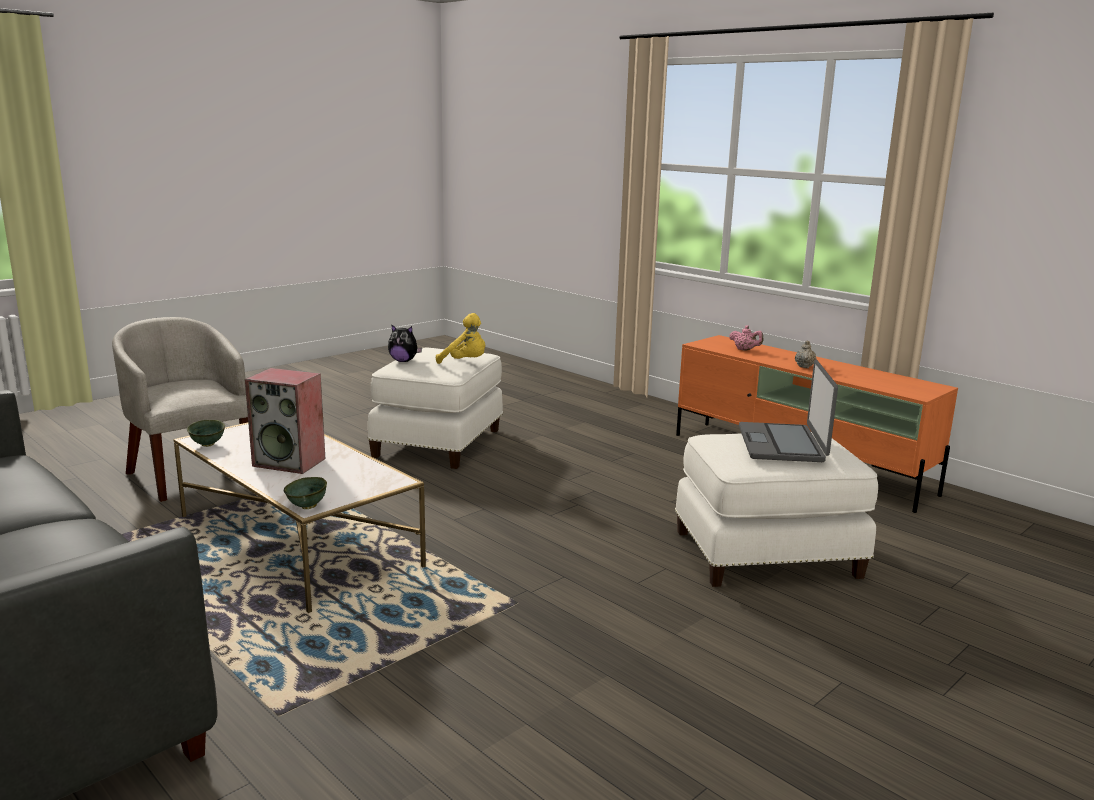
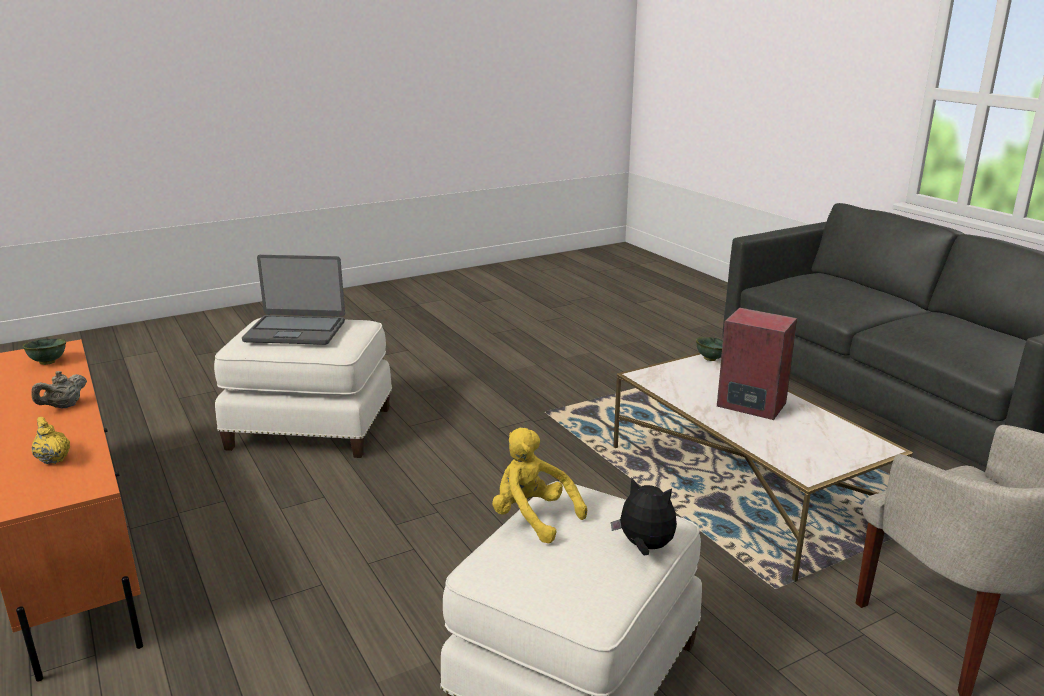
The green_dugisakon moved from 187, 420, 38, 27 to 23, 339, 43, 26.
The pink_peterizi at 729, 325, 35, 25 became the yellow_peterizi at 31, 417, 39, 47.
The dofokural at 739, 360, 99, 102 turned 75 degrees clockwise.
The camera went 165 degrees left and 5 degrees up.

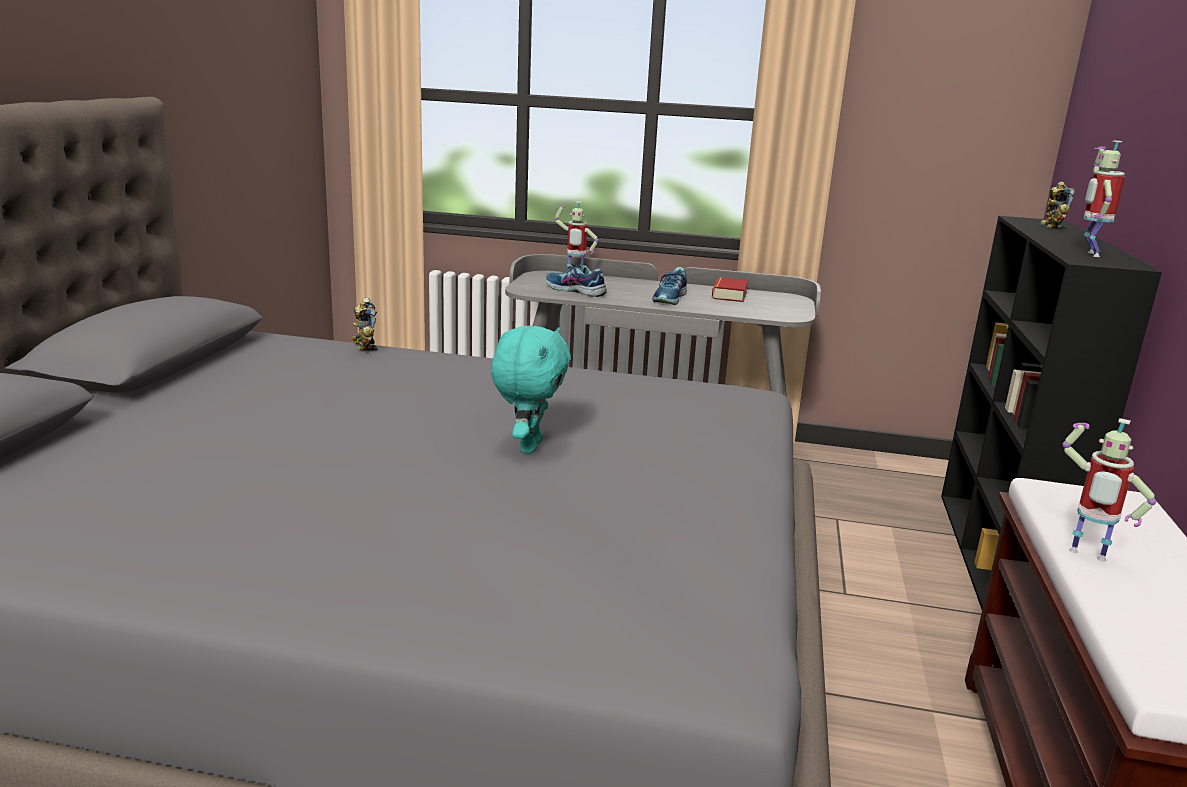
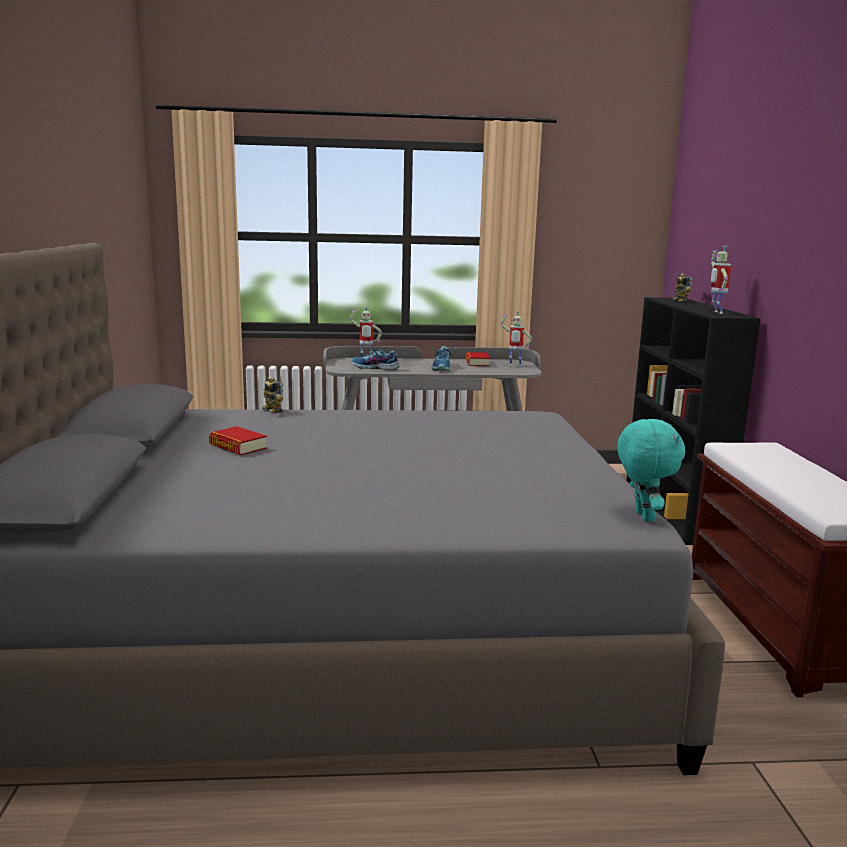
The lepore at 209, 426, 58, 29 appeared.
The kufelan moved from 1062, 418, 94, 144 to 500, 311, 32, 56.
The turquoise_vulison moved from 491, 326, 80, 128 to 617, 419, 68, 103.
The camera went 15 degrees left and 5 degrees down.

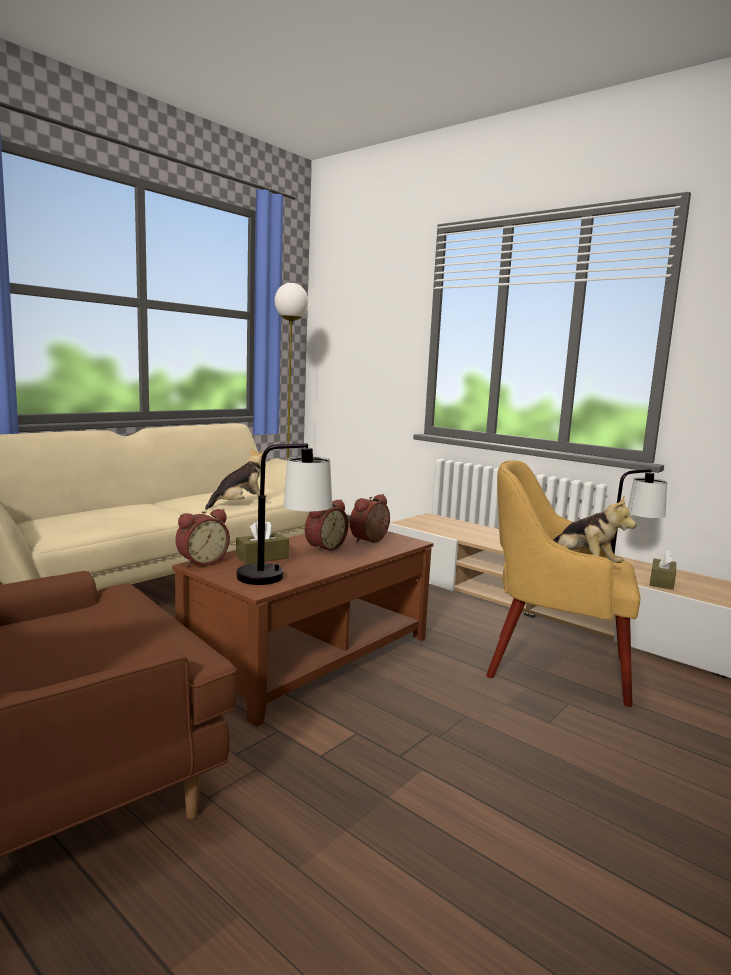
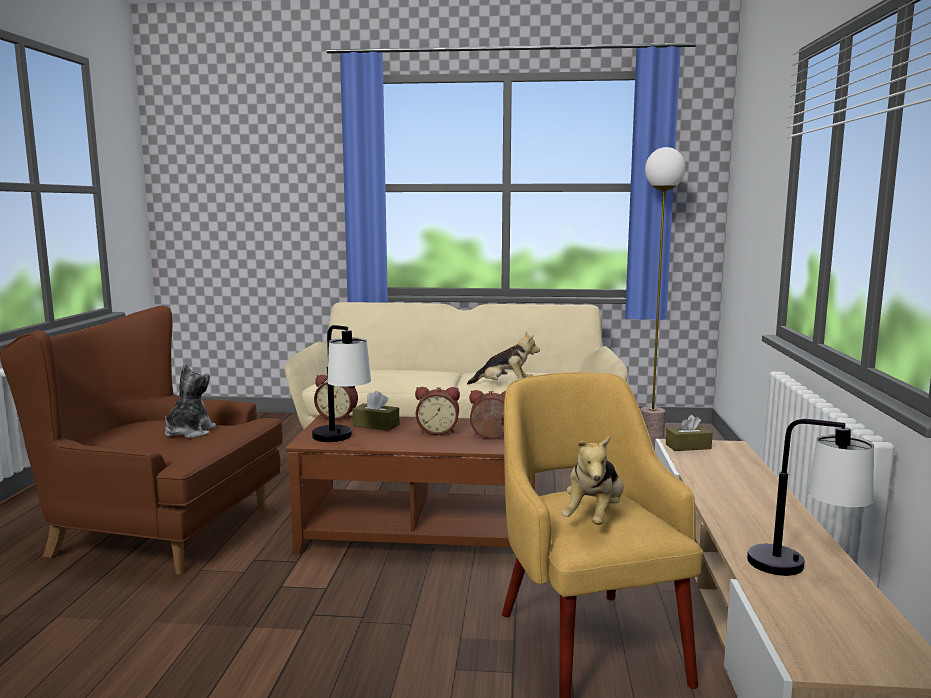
The vulison at 165, 364, 51, 74 appeared.
The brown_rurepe moved from 650, 549, 26, 41 to 666, 415, 47, 36.
The camera went 55 degrees right and 0 degrees up.

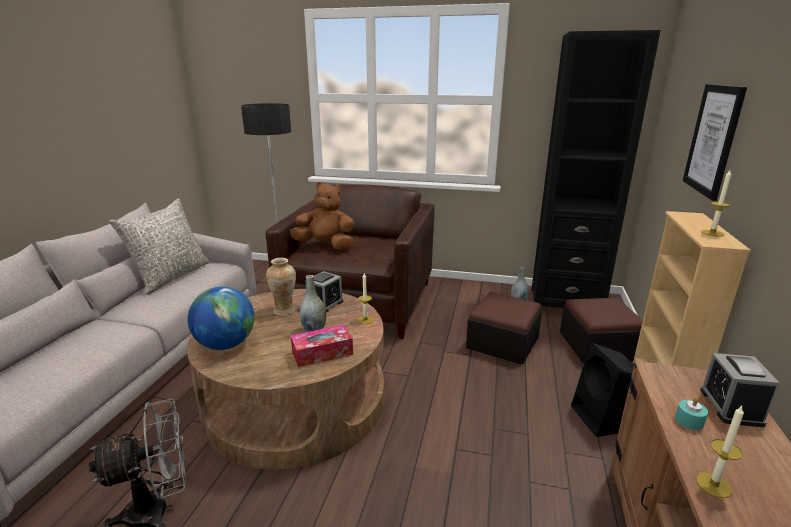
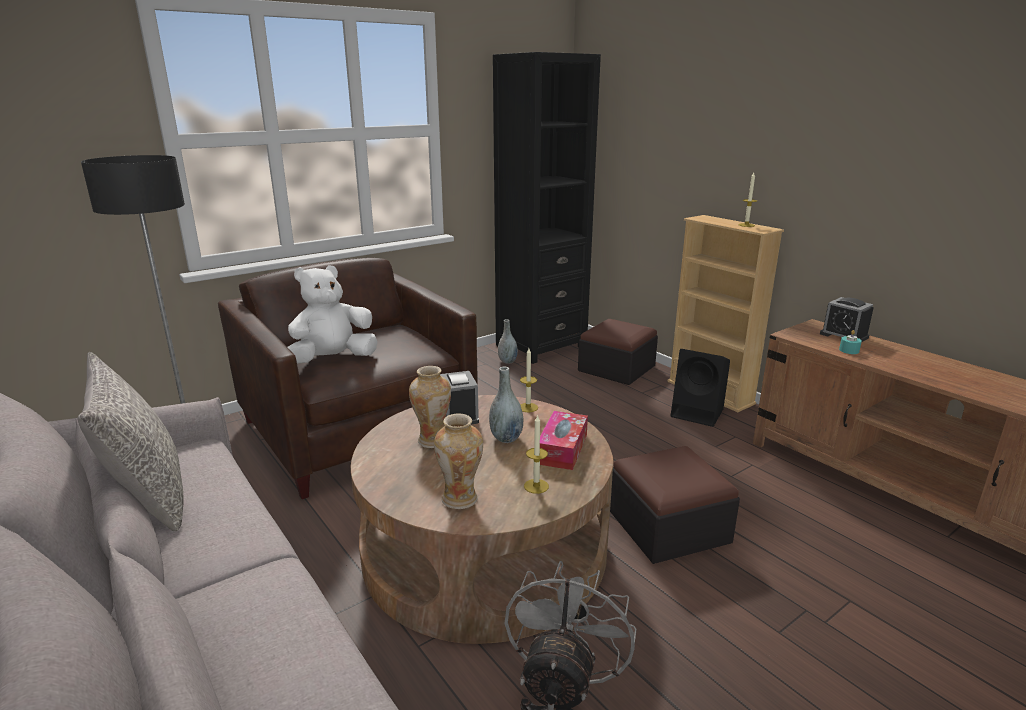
The brown_vulison at 290, 182, 65, 68 became the white_vulison at 288, 265, 90, 99.
The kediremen at 188, 286, 66, 64 was replaced by the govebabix at 434, 413, 49, 96.
The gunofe moved from 696, 406, 48, 92 to 524, 414, 25, 80.
The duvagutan moved from 466, 292, 76, 73 to 610, 446, 130, 118.
The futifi at 683, 84, 64, 117 disappeared.
The camera went 50 degrees left and 0 degrees up.

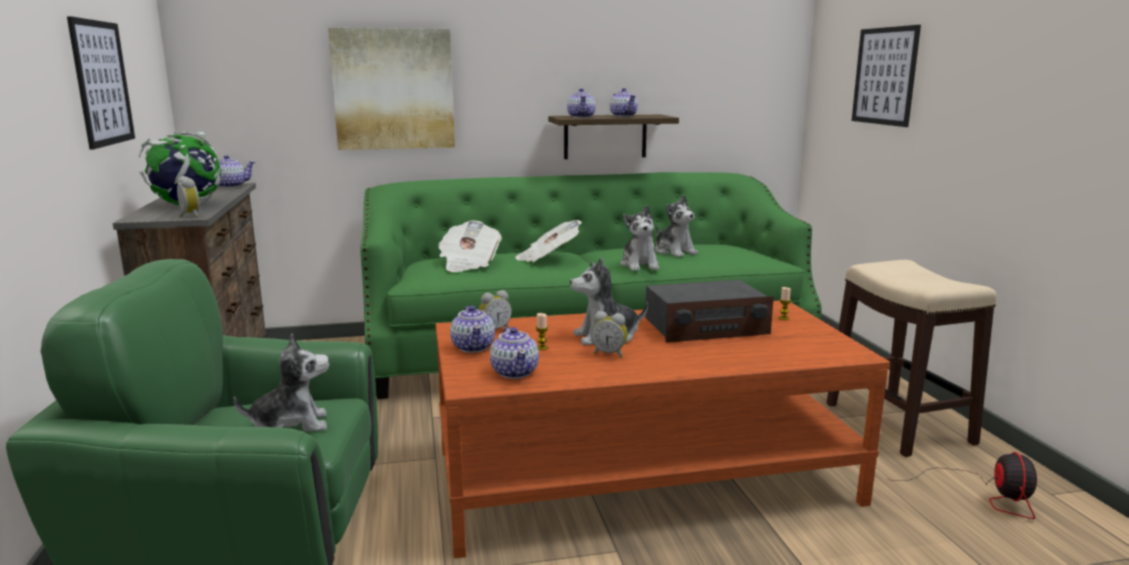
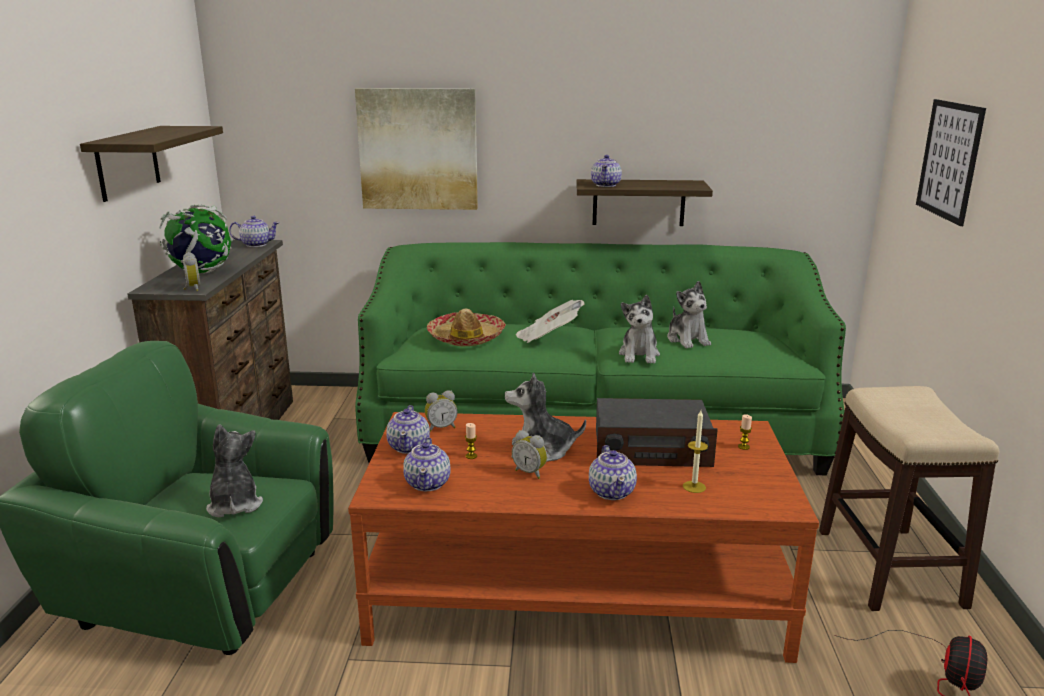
The futifi at 67, 16, 68, 134 was replaced by the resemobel at 80, 126, 143, 76.
The vulison at 233, 333, 96, 99 turned 105 degrees counterclockwise.
The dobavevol at 438, 221, 64, 51 was replaced by the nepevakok at 427, 309, 79, 37.
The peterizi moved from 610, 88, 28, 29 to 589, 445, 48, 55.
The gunofe at 683, 410, 25, 83 appeared.
The camera went 15 degrees right and 5 degrees up.

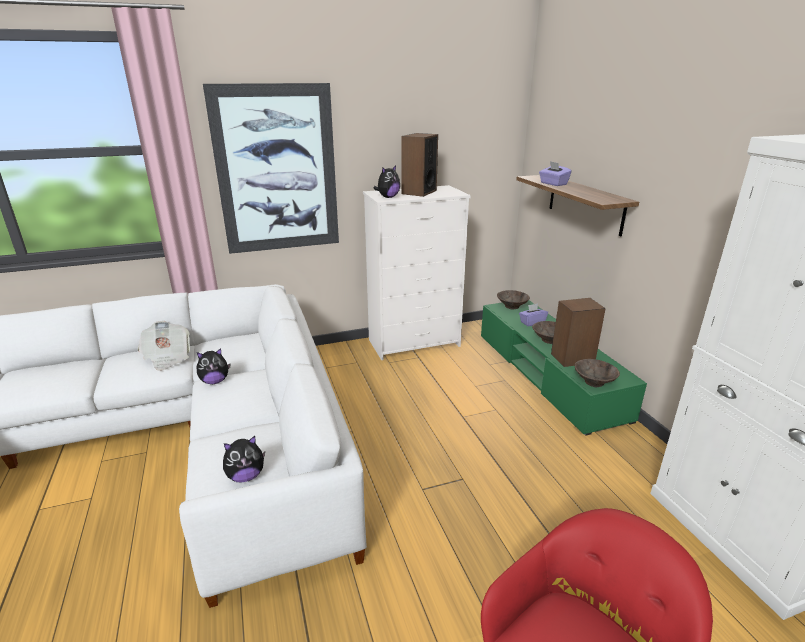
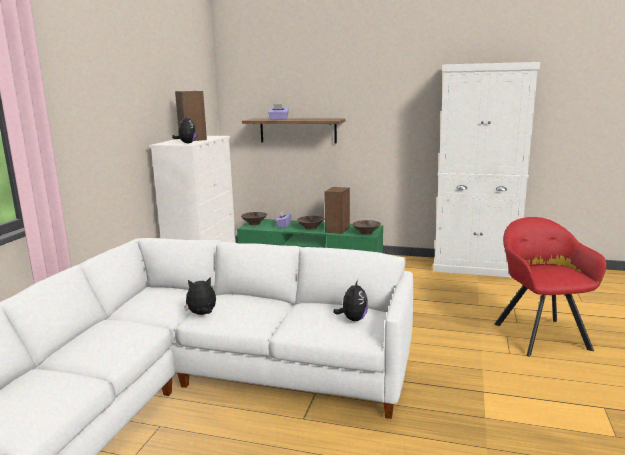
The vulison at 197, 348, 33, 36 turned 120 degrees counterclockwise.
The dobavevol at 137, 321, 53, 50 disappeared.
The futifi at 203, 83, 136, 171 disappeared.
The camera went 55 degrees left and 10 degrees down.

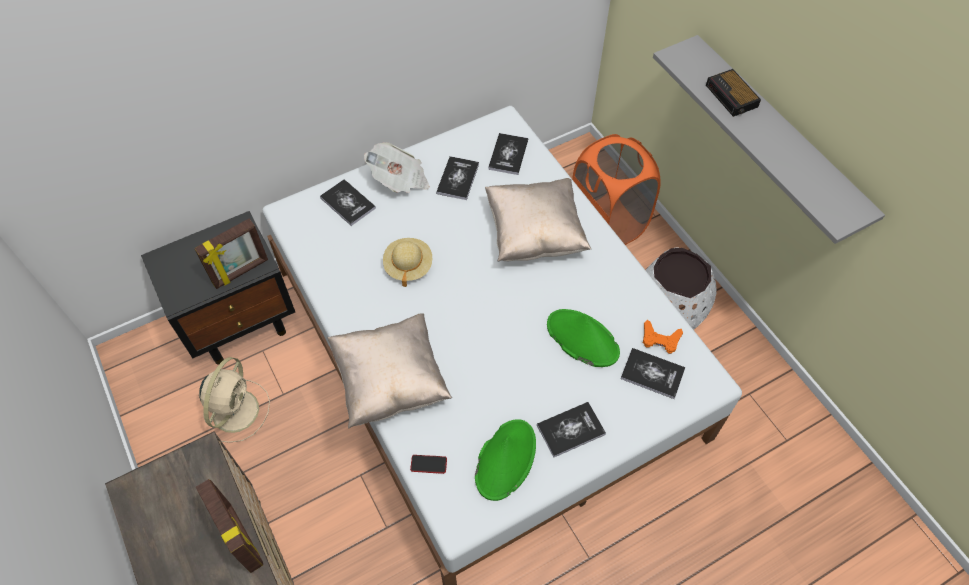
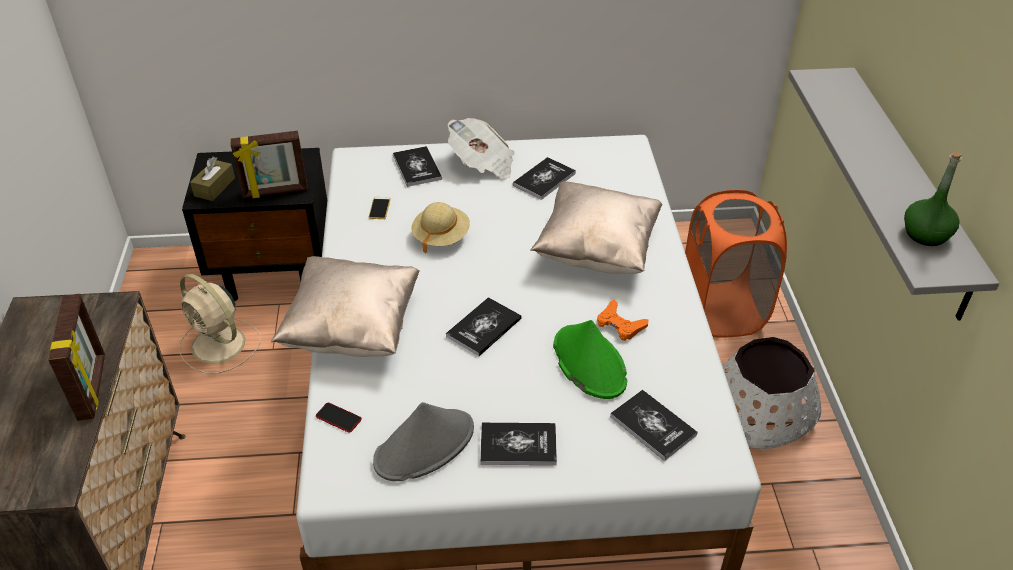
The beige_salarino at 199, 357, 71, 86 turned 90 degrees clockwise.
The brown_rurepe at 190, 157, 45, 44 appeared.
The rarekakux at 369, 197, 22, 22 appeared.
The green_nepevakok at 475, 419, 61, 82 became the grey_nepevakok at 373, 402, 101, 79.
The lepore moved from 488, 133, 40, 42 to 446, 297, 76, 59.
The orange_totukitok moved from 643, 320, 40, 34 to 597, 300, 52, 41.
The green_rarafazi at 904, 152, 58, 94 appeared.
The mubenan at 706, 69, 55, 48 disappeared.
The camera went 25 degrees right and 15 degrees down.

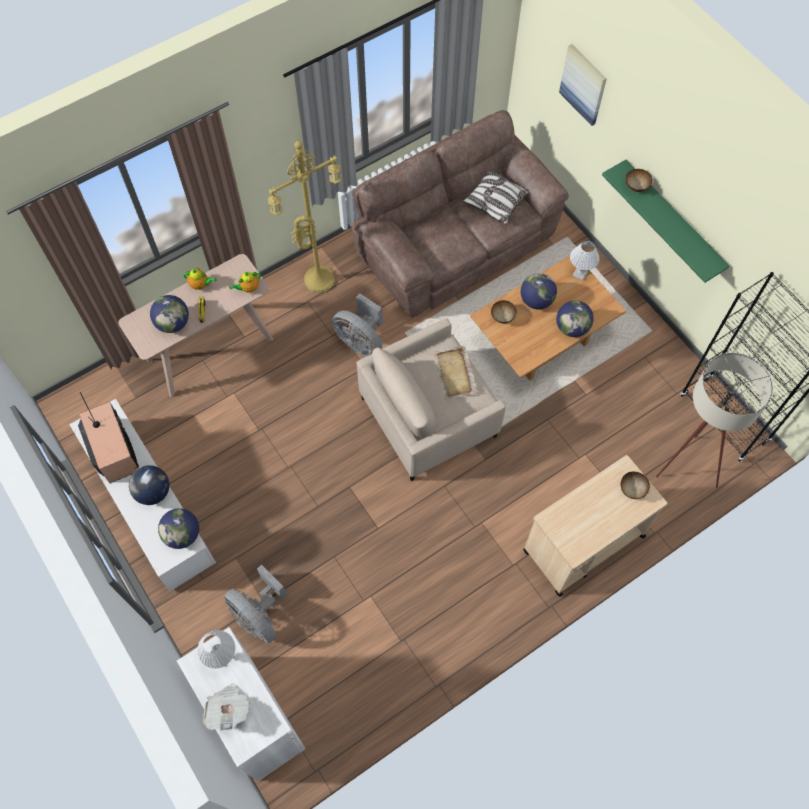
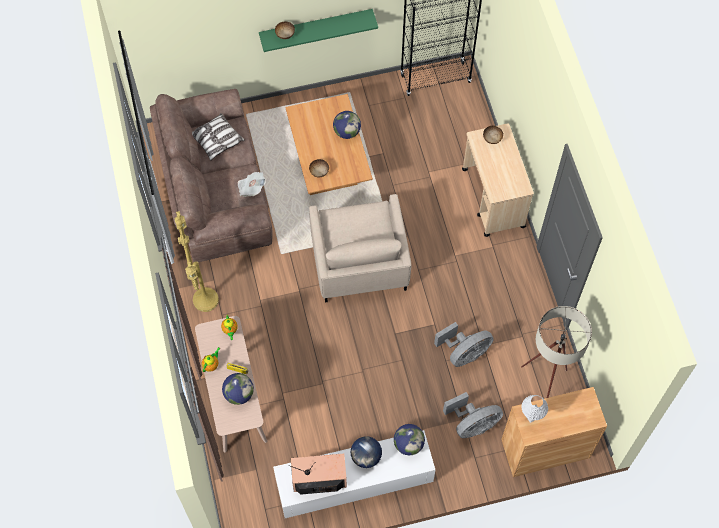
The dobavevol moved from 203, 684, 47, 49 to 238, 172, 28, 25.
The grey_salarino moved from 332, 293, 51, 64 to 434, 322, 60, 45.
The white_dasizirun at 177, 627, 128, 155 became the brown_dasizirun at 501, 387, 106, 90.
The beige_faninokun moved from 656, 353, 118, 135 to 521, 306, 71, 92.
The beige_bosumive at 432, 346, 46, 54 disappeared.
The kediremen at 521, 273, 36, 37 disappeared.
The futifi at 559, 44, 48, 82 disappeared.
The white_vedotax at 570, 241, 29, 39 disappeared.
The camera went 70 degrees left and 0 degrees up.

